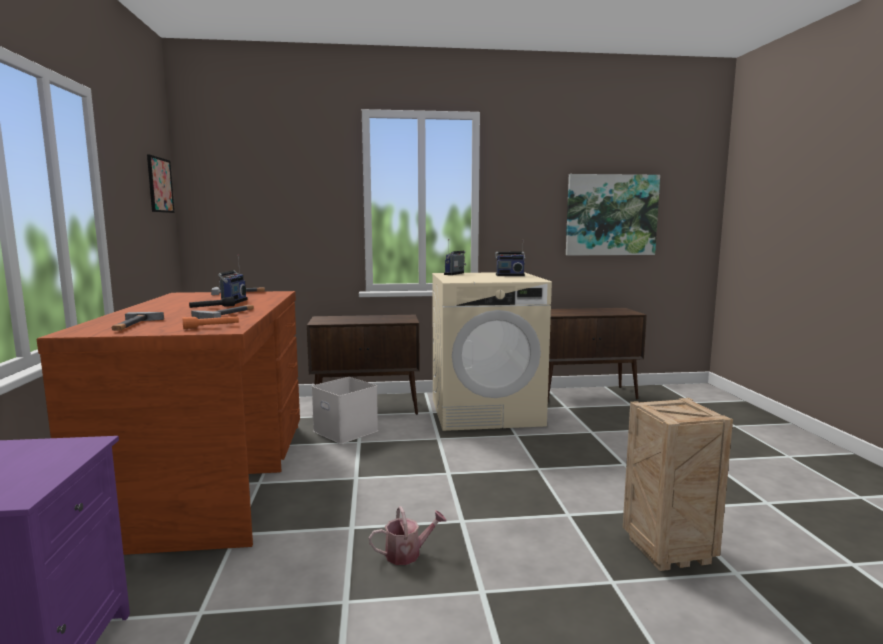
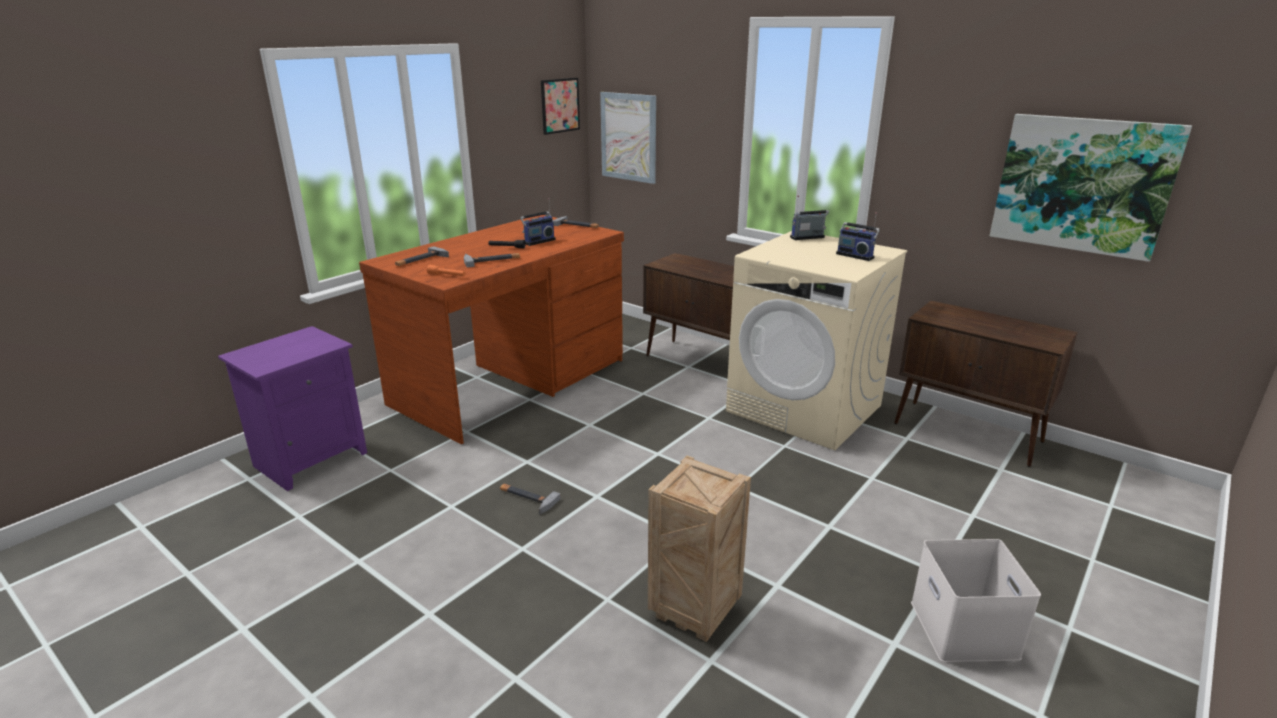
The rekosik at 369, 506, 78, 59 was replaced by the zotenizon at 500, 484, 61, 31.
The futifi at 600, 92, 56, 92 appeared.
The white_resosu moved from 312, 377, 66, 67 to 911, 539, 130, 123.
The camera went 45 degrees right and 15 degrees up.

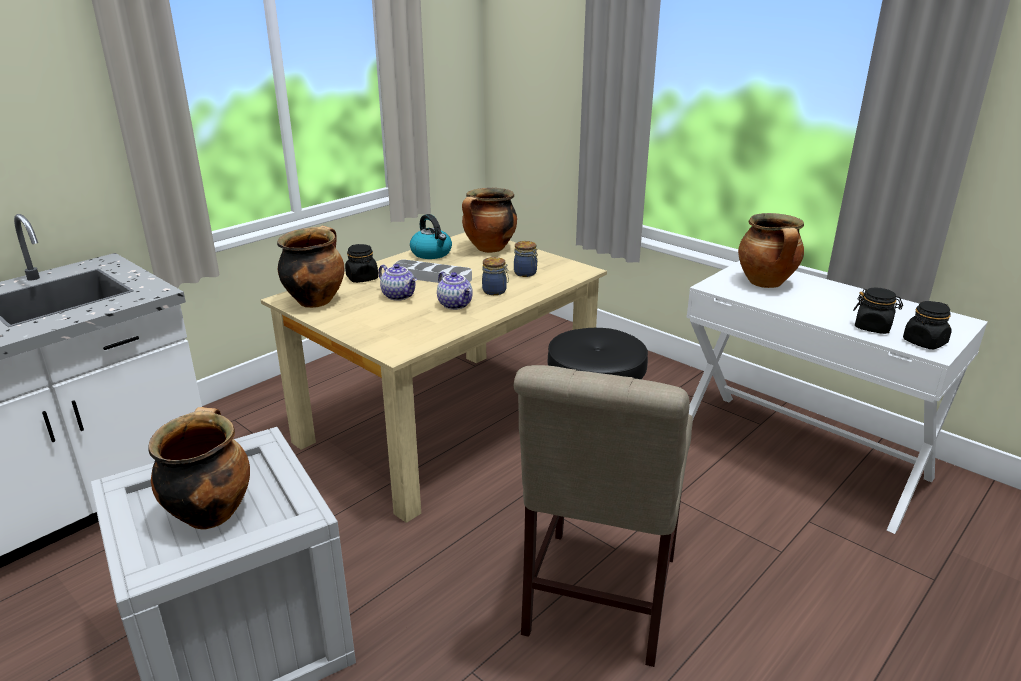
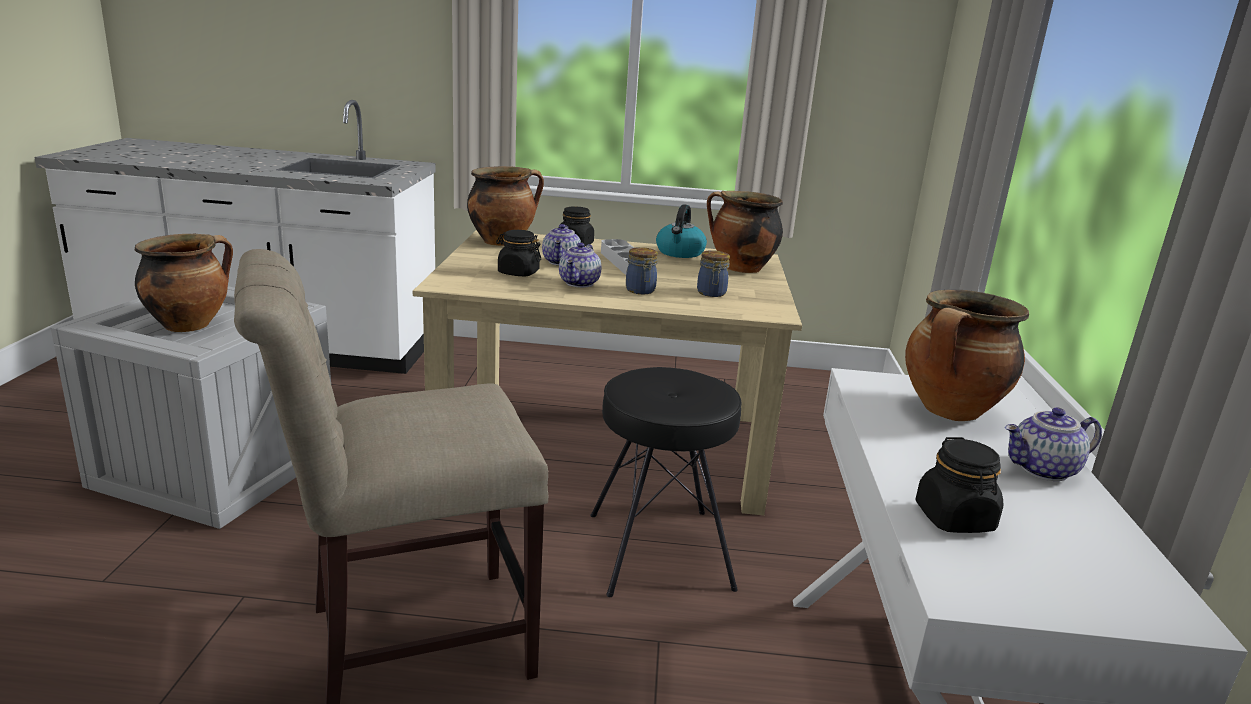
The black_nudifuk moved from 903, 301, 49, 48 to 496, 230, 45, 46.
The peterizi at 1005, 407, 97, 74 appeared.
The camera went 50 degrees right and 5 degrees down.

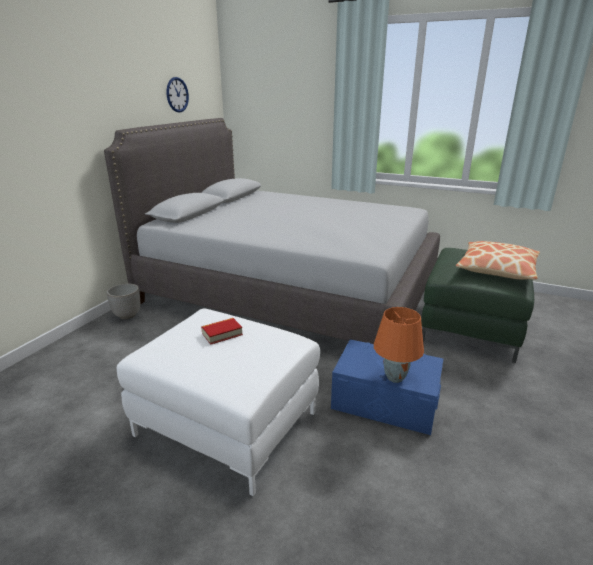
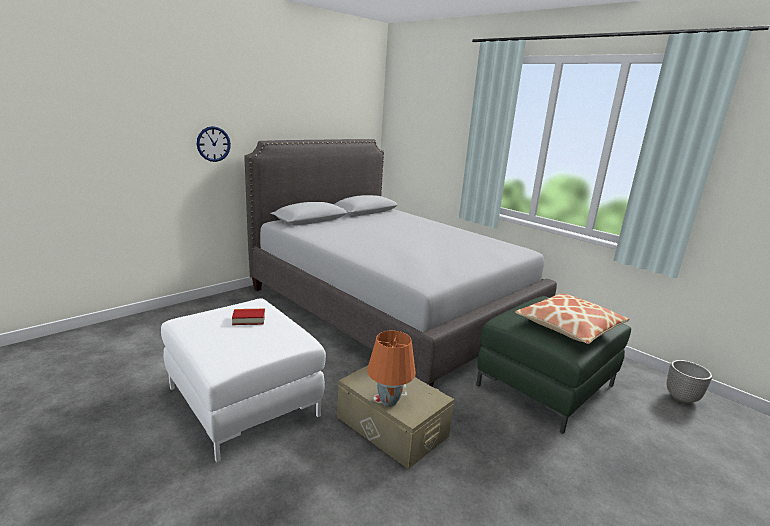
The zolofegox moved from 166, 77, 23, 35 to 197, 126, 34, 36.
The blue_resosu at 331, 339, 112, 96 became the beige_resosu at 337, 366, 117, 103.
The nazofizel moved from 107, 283, 33, 36 to 667, 360, 45, 44.
The camera went 20 degrees right and 5 degrees down.

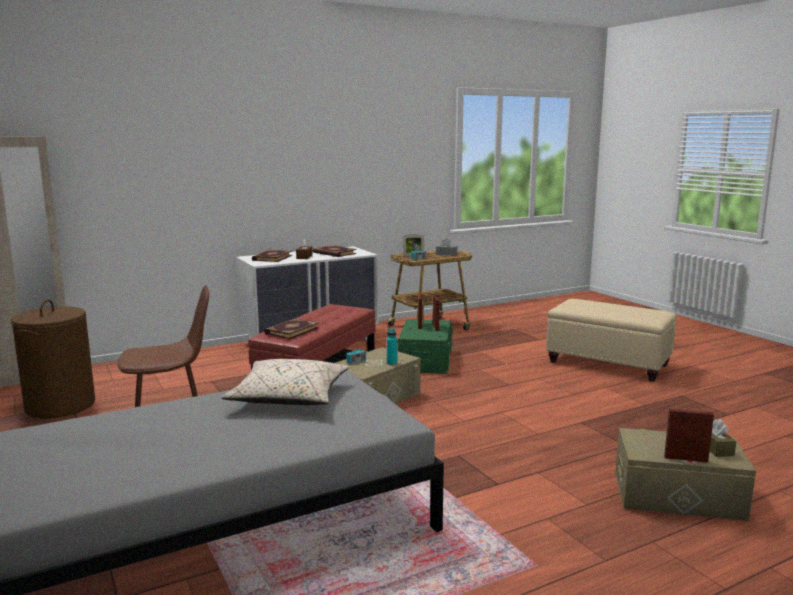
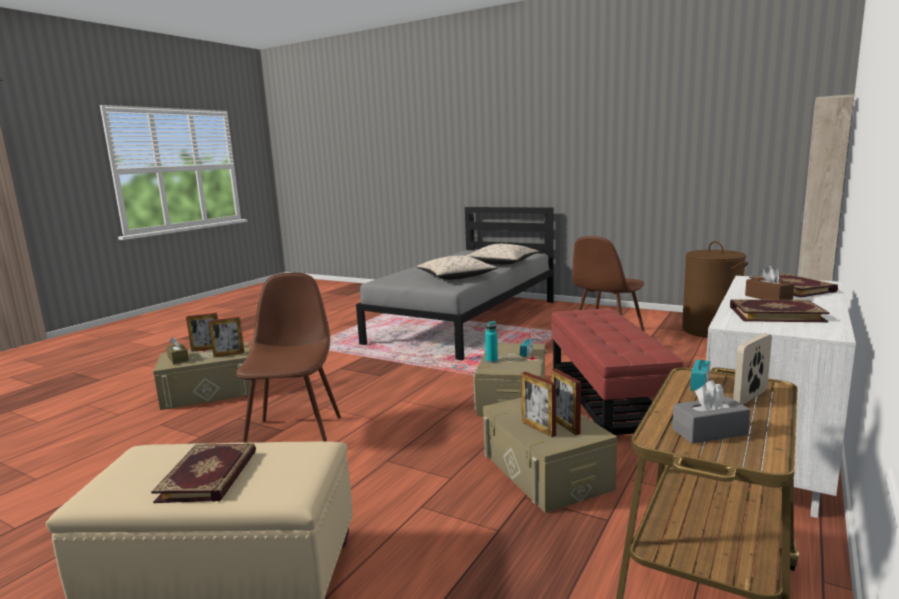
The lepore moved from 264, 318, 55, 21 to 151, 443, 105, 60.
The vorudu at 208, 317, 37, 40 appeared.
The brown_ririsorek at 236, 273, 105, 170 appeared.
The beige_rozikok at 465, 244, 74, 21 appeared.
The green_resosu at 397, 319, 56, 55 became the beige_resosu at 483, 398, 134, 115.
The camera went 150 degrees right and 0 degrees up.

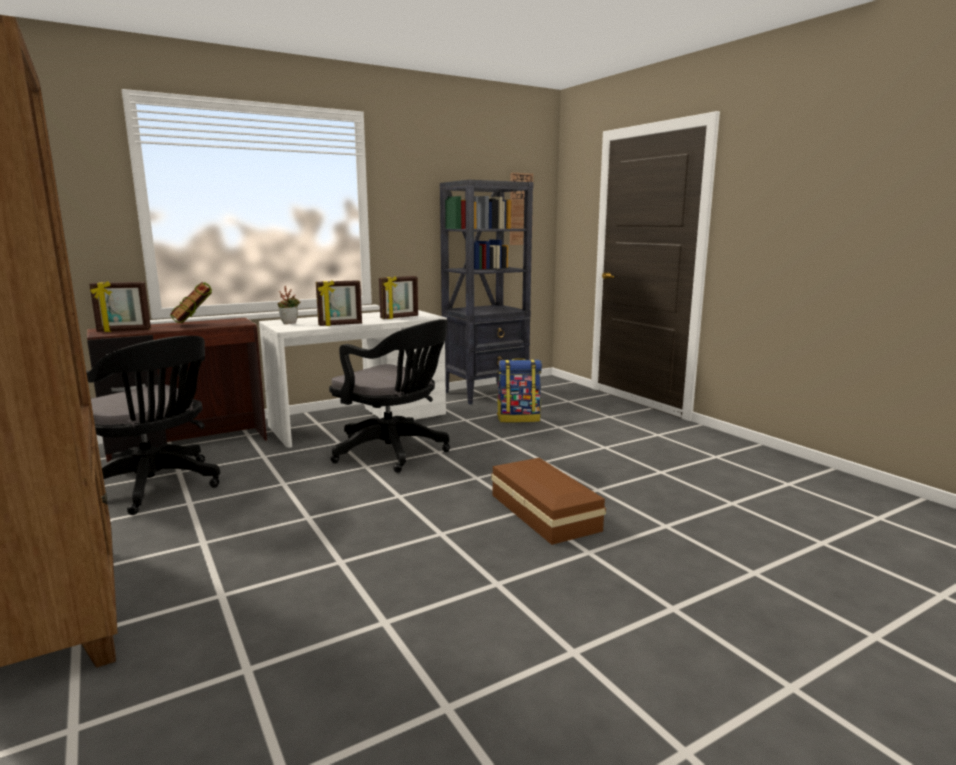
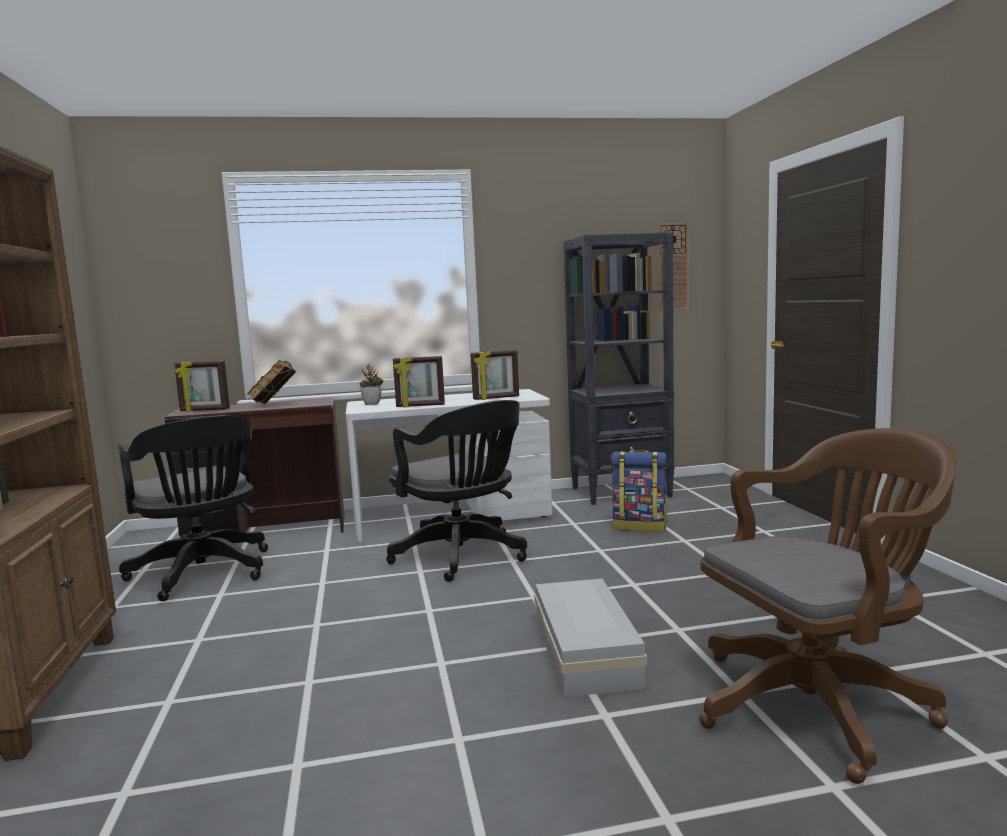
The brown_resosu at 491, 458, 115, 87 became the white_resosu at 534, 579, 113, 118.
The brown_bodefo at 699, 428, 257, 356 appeared.
The camera went 20 degrees right and 5 degrees down.

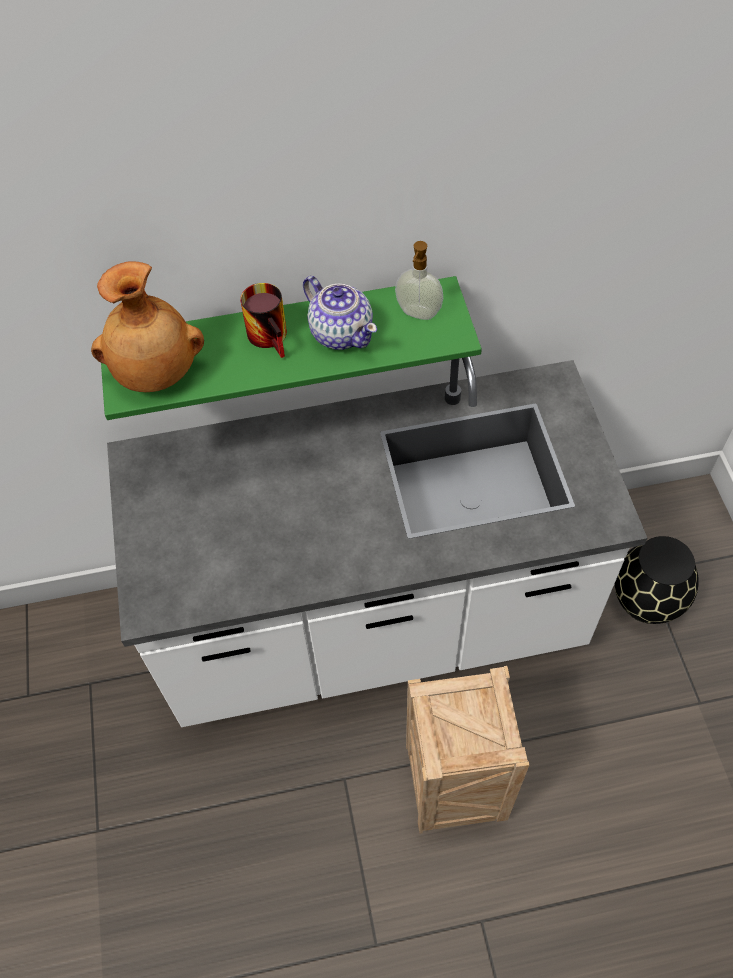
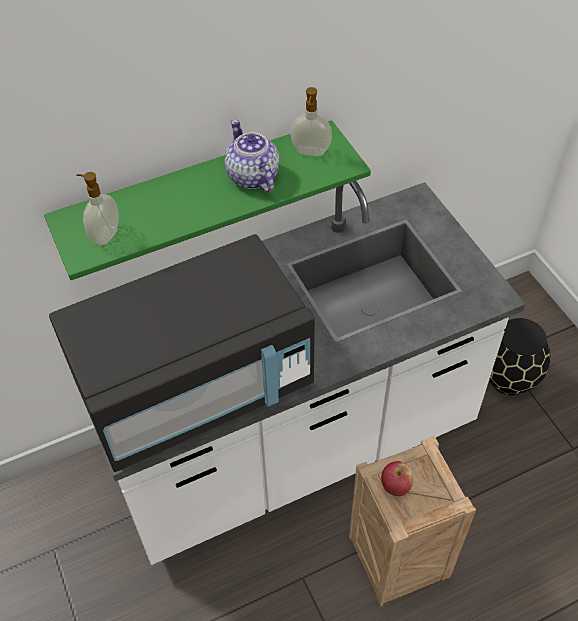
The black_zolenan at 49, 234, 266, 238 appeared.
The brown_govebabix at 91, 261, 113, 131 was replaced by the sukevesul at 76, 172, 43, 73.
The peterizi at 303, 276, 74, 74 turned 150 degrees counterclockwise.
The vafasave at 381, 461, 32, 35 appeared.
The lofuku at 240, 283, 47, 75 disappeared.
The camera went 15 degrees left and 5 degrees down.

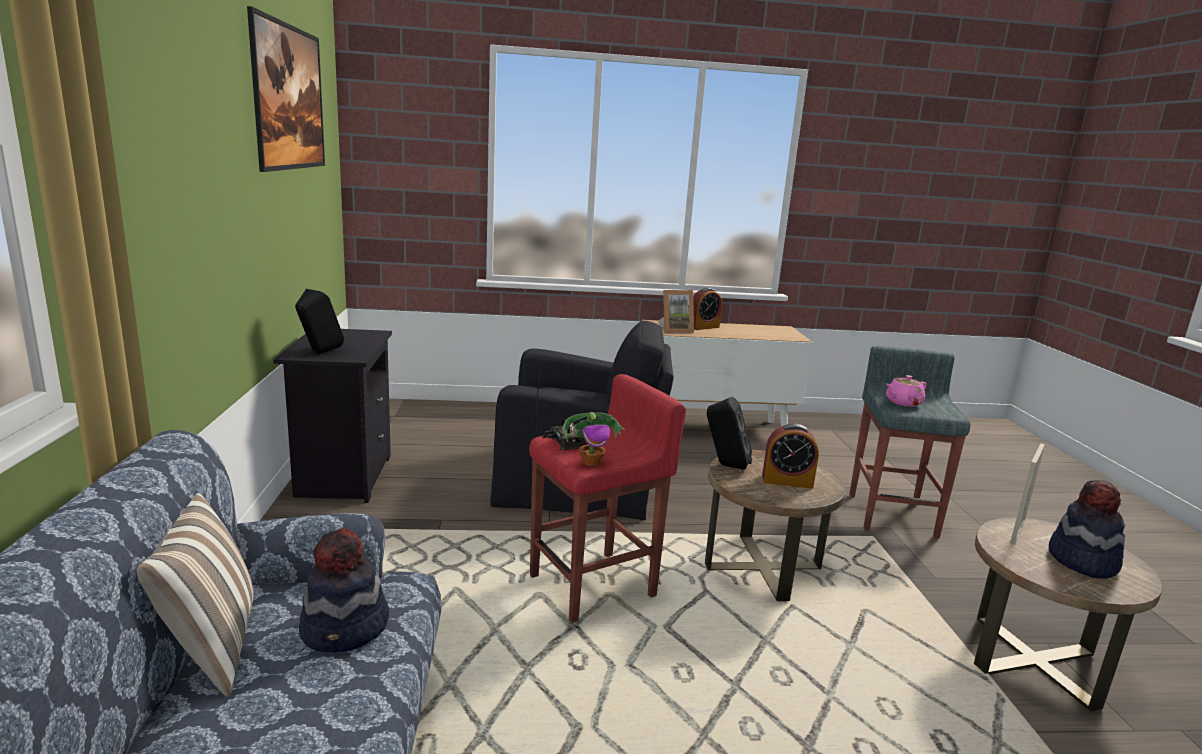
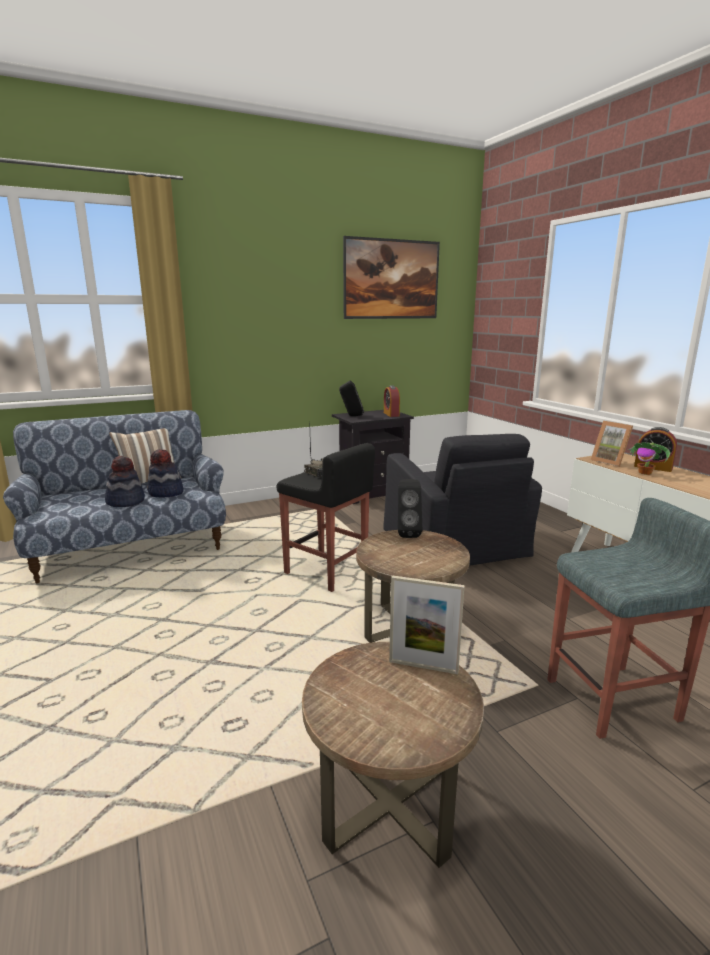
The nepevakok moved from 1049, 480, 76, 98 to 105, 456, 40, 51.
The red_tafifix at 529, 374, 157, 249 became the black_tafifix at 277, 443, 98, 149.
The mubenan moved from 762, 424, 57, 65 to 384, 386, 16, 31.
The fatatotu moved from 563, 412, 62, 54 to 628, 442, 42, 33.
The pink_peterizi at 886, 375, 41, 32 disappeared.
The camera went 70 degrees right and 0 degrees up.

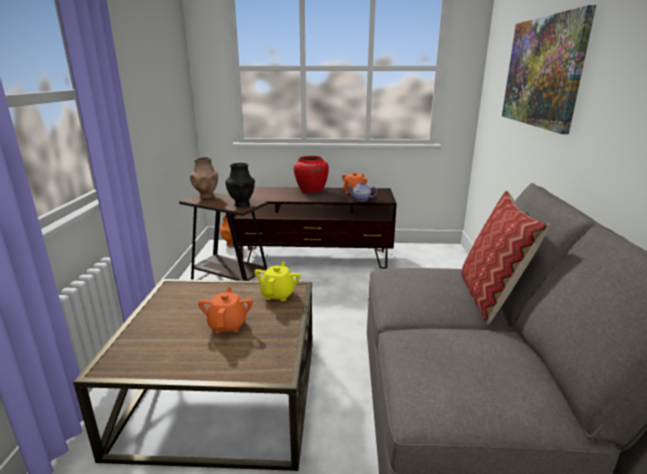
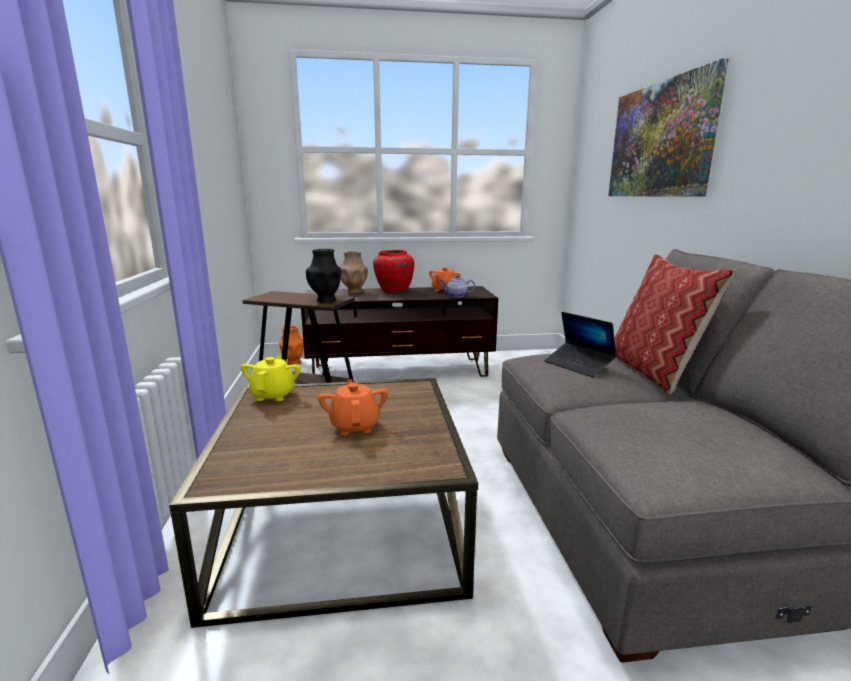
The yellow_peterizi moved from 254, 262, 47, 39 to 241, 355, 60, 46.
The brown_govebabix moved from 190, 157, 28, 42 to 340, 251, 28, 43.
The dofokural at 544, 312, 72, 65 appeared.
The camera went 10 degrees left and 5 degrees down.

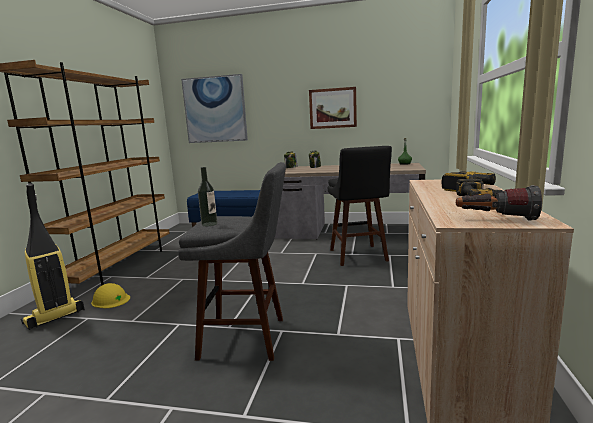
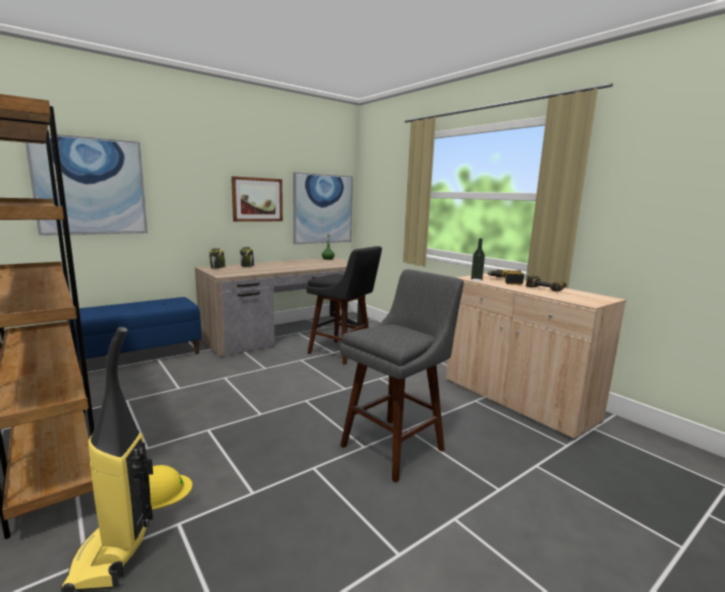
The futifi at 293, 172, 60, 72 appeared.
The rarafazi moved from 198, 167, 19, 59 to 471, 238, 14, 43.
The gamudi at 456, 185, 86, 36 disappeared.
The camera went 50 degrees left and 0 degrees up.

